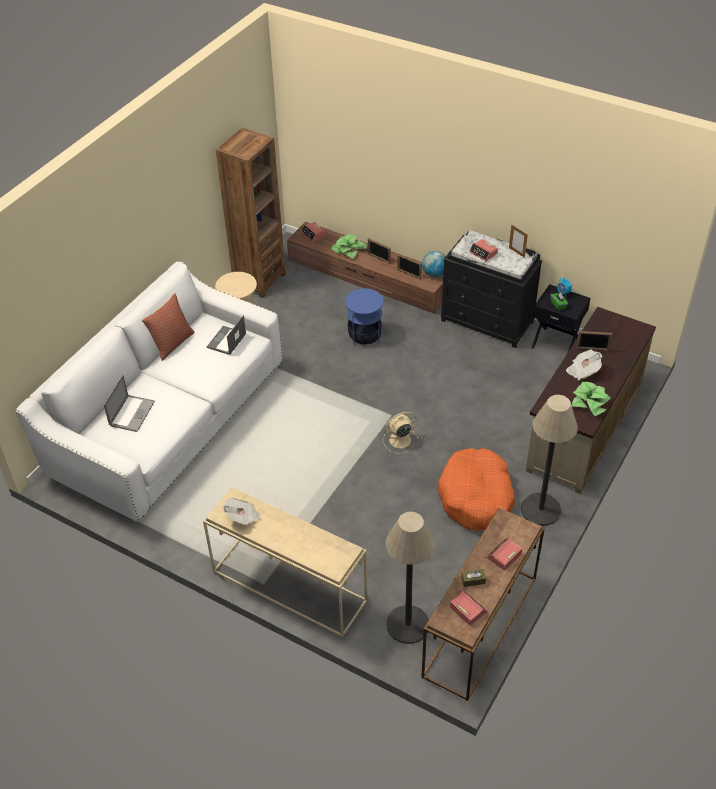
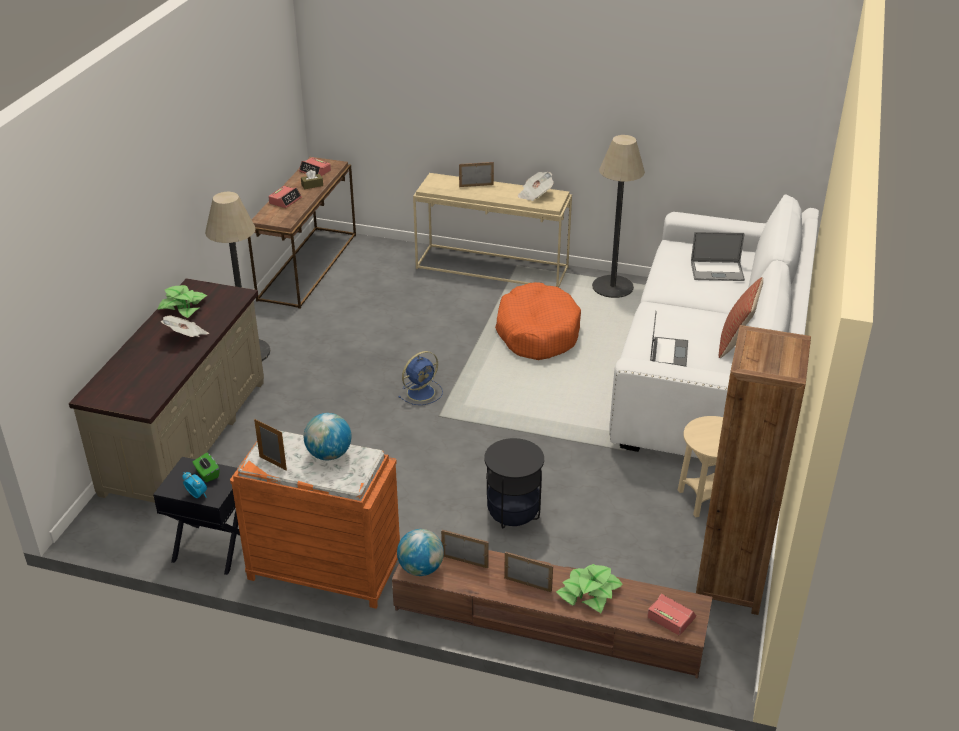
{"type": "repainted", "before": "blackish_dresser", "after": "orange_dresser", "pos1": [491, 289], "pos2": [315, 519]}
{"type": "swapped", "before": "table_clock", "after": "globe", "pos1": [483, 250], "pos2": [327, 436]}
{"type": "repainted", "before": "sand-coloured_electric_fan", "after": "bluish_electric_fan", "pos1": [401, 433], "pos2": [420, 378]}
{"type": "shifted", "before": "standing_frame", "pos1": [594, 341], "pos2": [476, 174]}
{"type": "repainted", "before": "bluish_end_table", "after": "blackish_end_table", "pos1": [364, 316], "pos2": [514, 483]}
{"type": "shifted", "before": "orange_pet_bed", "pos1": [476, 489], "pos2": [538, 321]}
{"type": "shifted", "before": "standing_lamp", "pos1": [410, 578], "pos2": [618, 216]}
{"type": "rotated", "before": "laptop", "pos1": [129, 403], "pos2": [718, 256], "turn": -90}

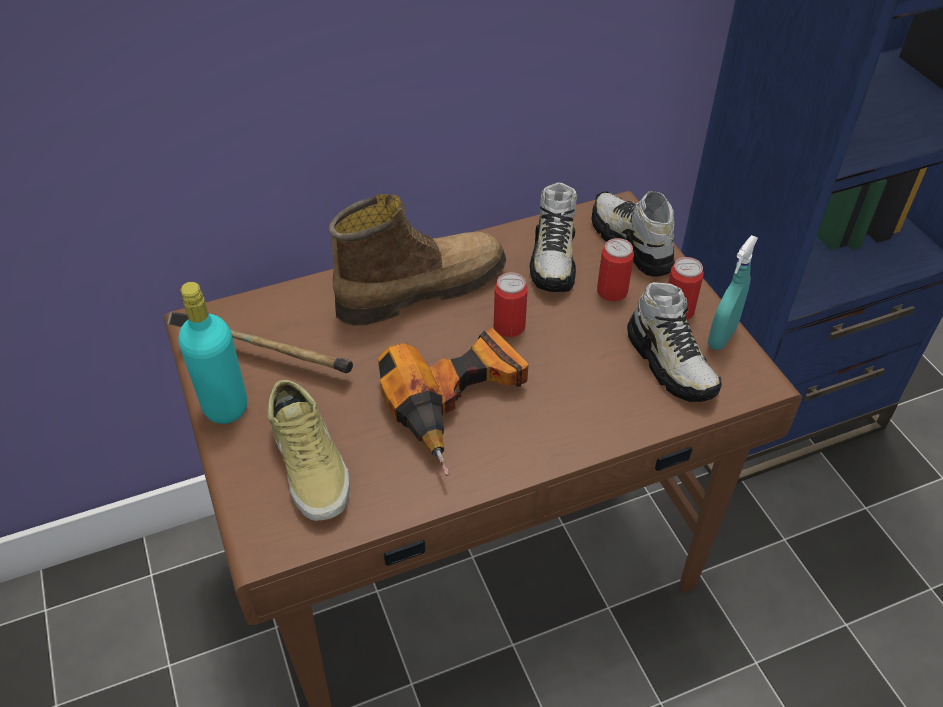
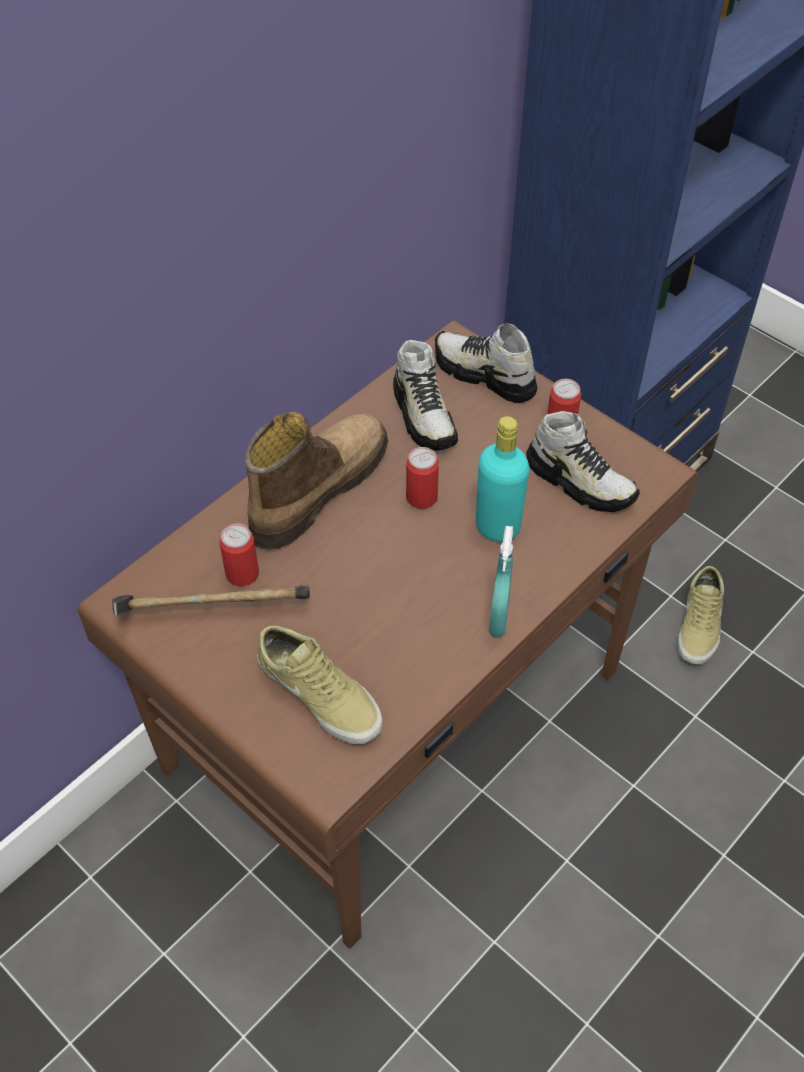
{"type": "shifted", "before": "sealed_can", "pos1": [615, 269], "pos2": [239, 554]}
{"type": "shifted", "before": "turquoise_drink_bottle", "pos1": [212, 353], "pos2": [502, 479]}
{"type": "shifted", "before": "turquoise_sprayer", "pos1": [733, 292], "pos2": [501, 581]}
{"type": "new", "after": "sand-coloured_shoe", "pos2": [701, 615]}
{"type": "gone", "before": "power_drill", "pos1": [453, 401]}

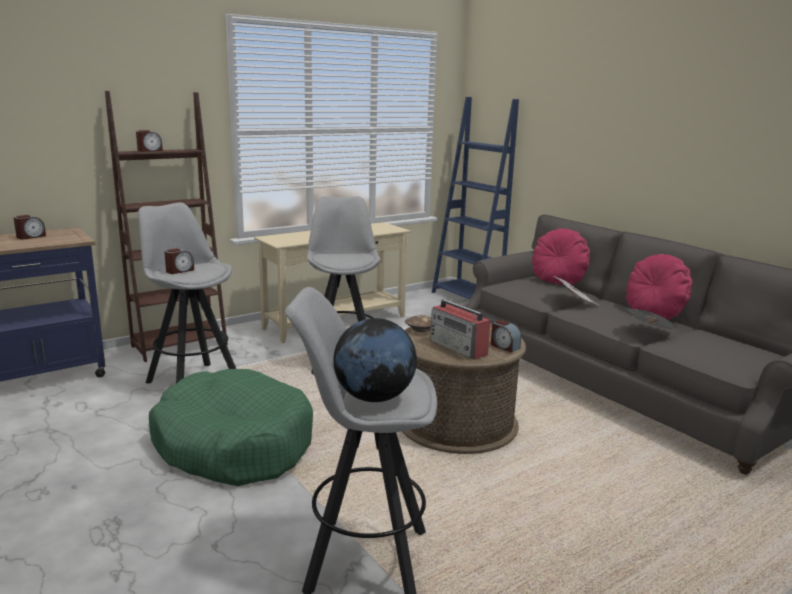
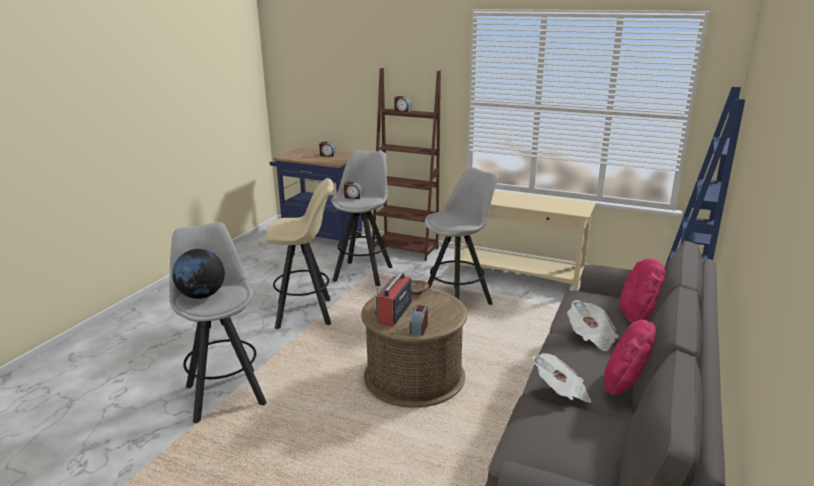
{"type": "swapped", "before": "green_pet_bed", "after": "sand-coloured_stool", "pos1": [231, 427], "pos2": [299, 253]}

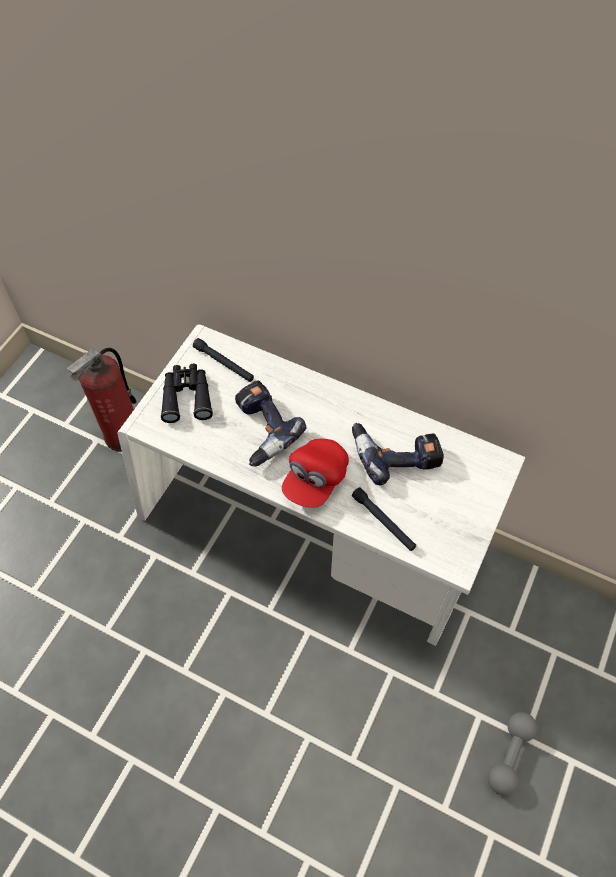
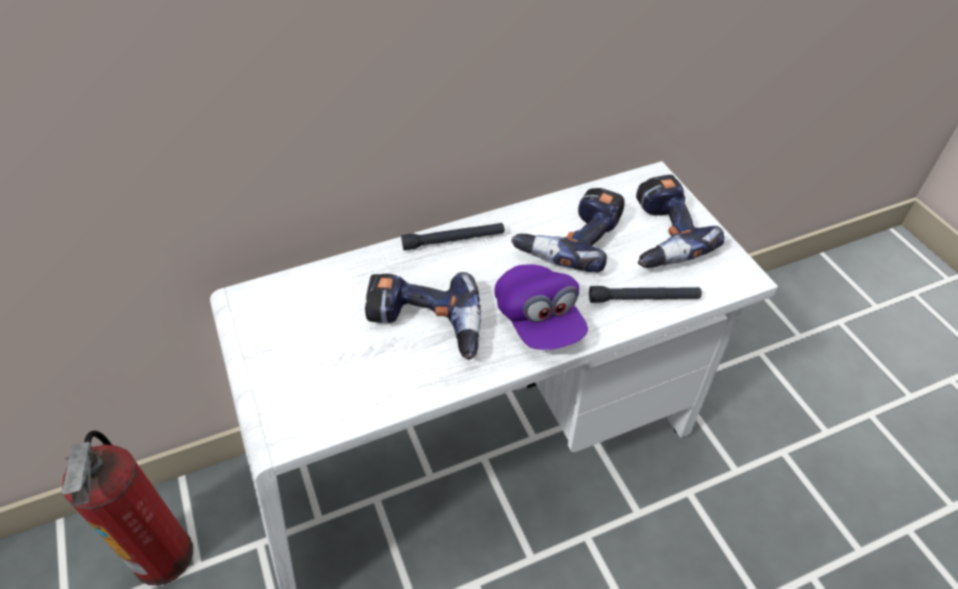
{"type": "shifted", "before": "blackish_torch", "pos1": [223, 360], "pos2": [452, 237]}
{"type": "repainted", "before": "red-coloured_baseball_cap", "after": "purplish_baseball_cap", "pos1": [315, 473], "pos2": [541, 307]}
{"type": "new", "after": "power_drill", "pos2": [680, 221]}
{"type": "gone", "before": "blackish_field_glasses", "pos1": [187, 393]}
{"type": "gone", "before": "grey_free_weight", "pos1": [512, 754]}

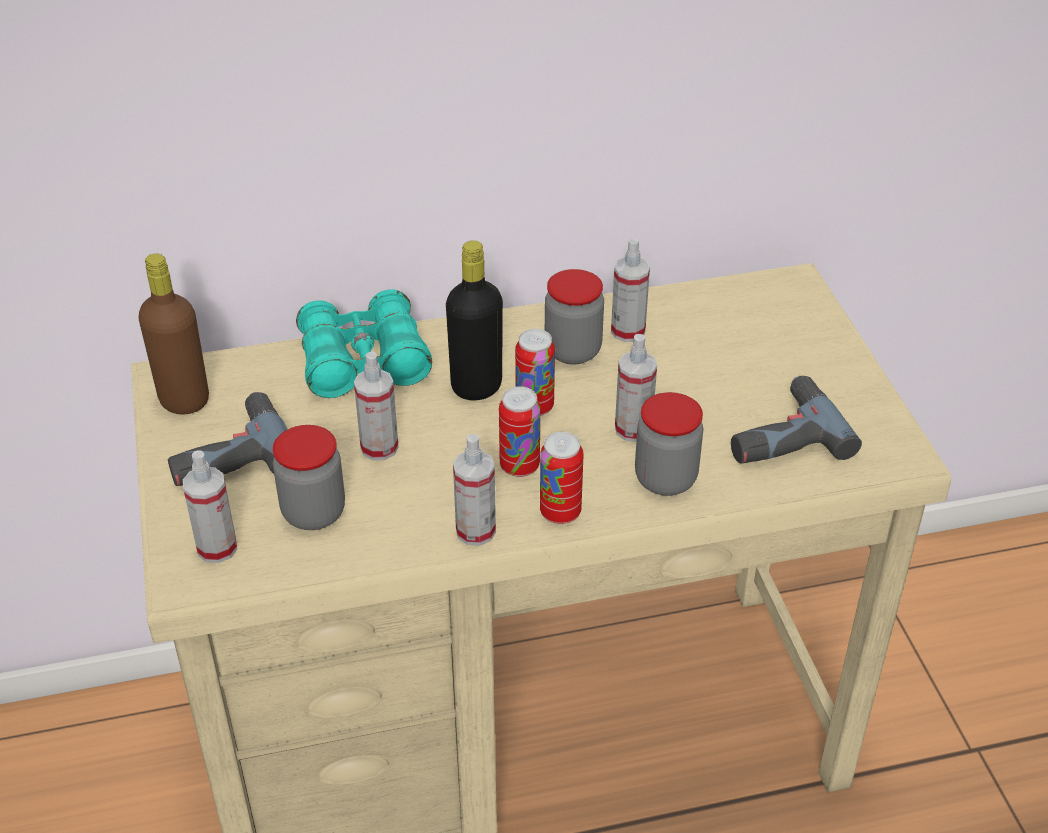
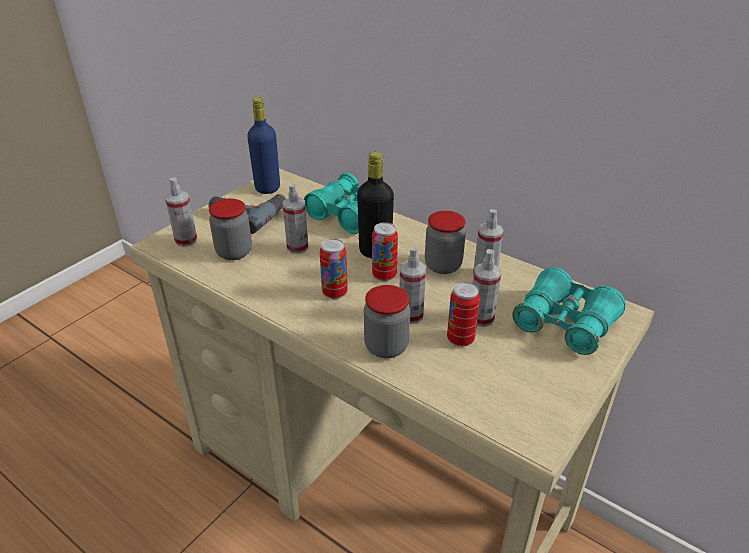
{"type": "repainted", "before": "brown_drink_bottle", "after": "bluish_drink_bottle", "pos1": [173, 334], "pos2": [263, 146]}
{"type": "shifted", "before": "sealed_can", "pos1": [562, 478], "pos2": [463, 314]}
{"type": "shifted", "before": "sprayer", "pos1": [474, 490], "pos2": [487, 288]}
{"type": "new", "after": "turquoise_field_glasses", "pos2": [569, 311]}
{"type": "gone", "before": "power_drill", "pos1": [796, 420]}

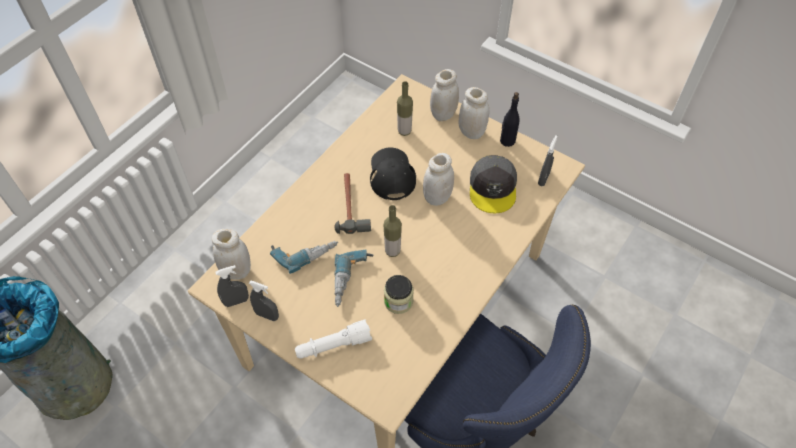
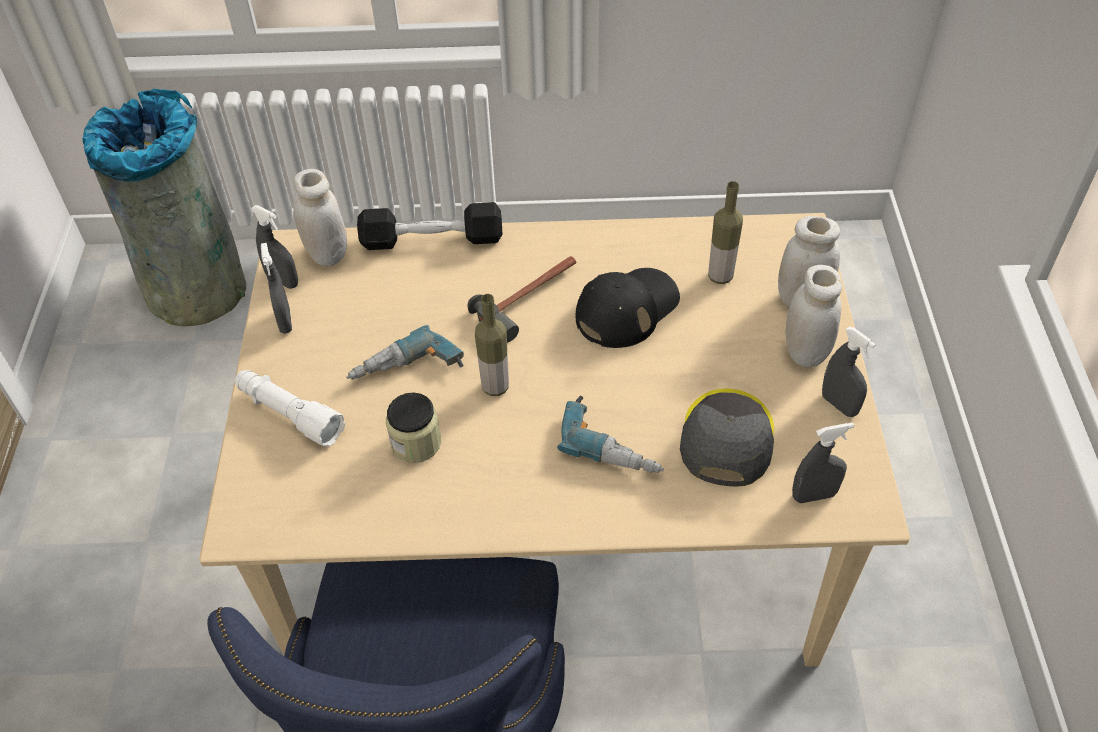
{"type": "new", "after": "blackish_free_weight", "pos2": [429, 226]}
{"type": "shifted", "before": "power_drill", "pos1": [304, 257], "pos2": [610, 434]}
{"type": "rotated", "before": "grey_baseball_cap", "pos1": [493, 184], "pos2": [727, 437], "turn": 135}
{"type": "swapped", "before": "blackish_drink_bottle", "after": "grey_sprayer", "pos1": [510, 119], "pos2": [849, 372]}
{"type": "gone", "before": "white_preserve_jar", "pos1": [438, 179]}

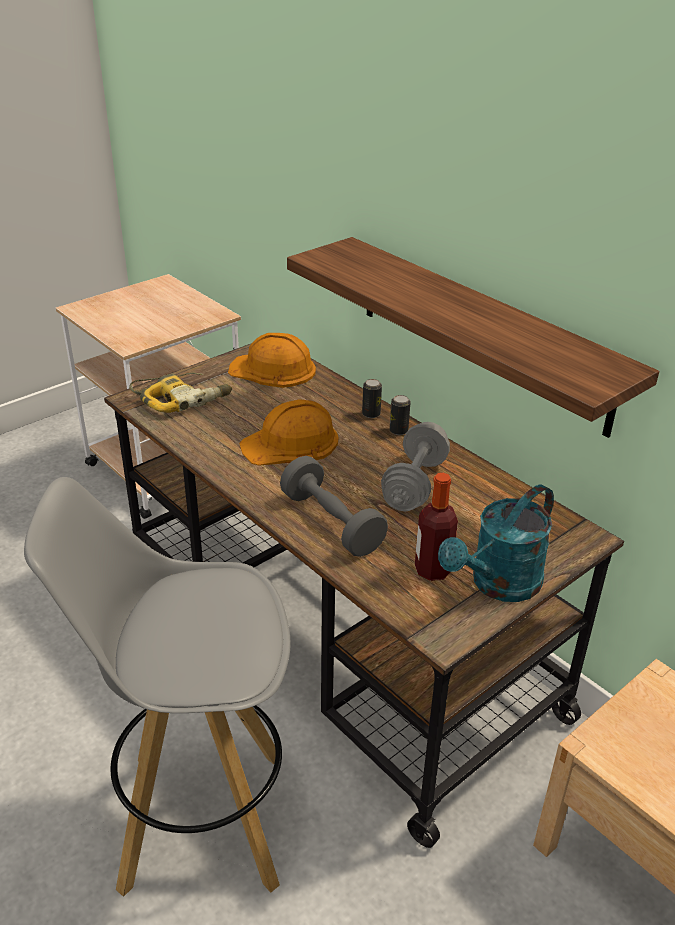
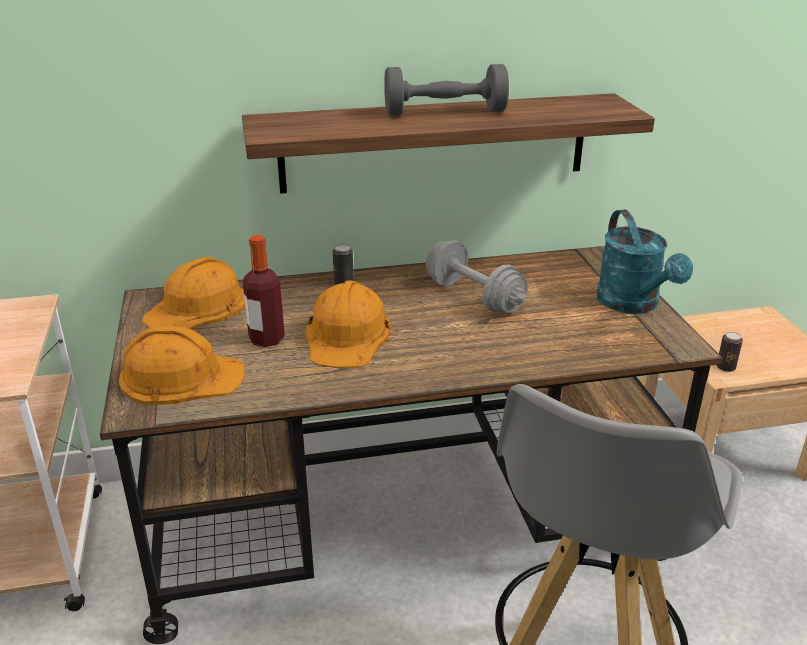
{"type": "swapped", "before": "power_drill", "after": "orange_safety_helmet", "pos1": [180, 393], "pos2": [182, 365]}
{"type": "shifted", "before": "drink_bottle", "pos1": [436, 527], "pos2": [264, 291]}
{"type": "shifted", "before": "grey_free_weight", "pos1": [334, 506], "pos2": [446, 90]}
{"type": "shifted", "before": "sealed_can", "pos1": [400, 415], "pos2": [730, 352]}

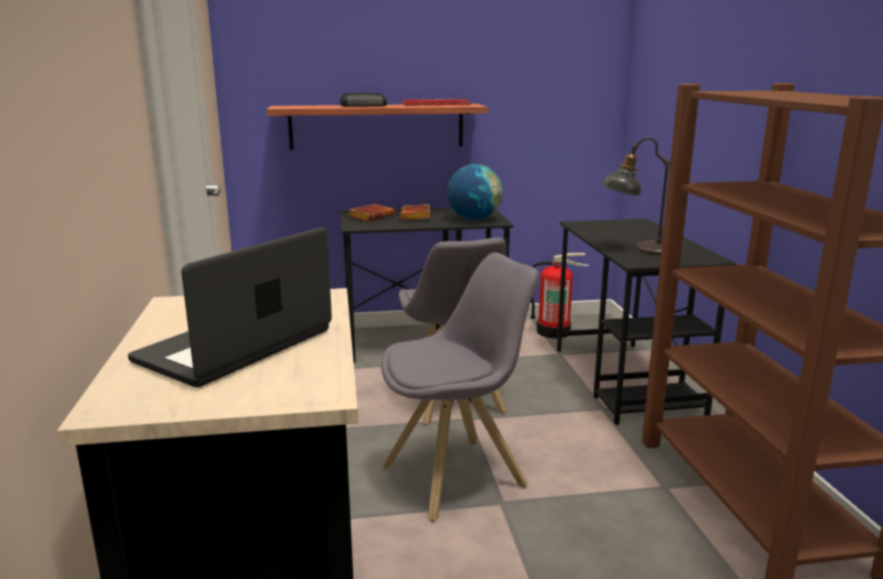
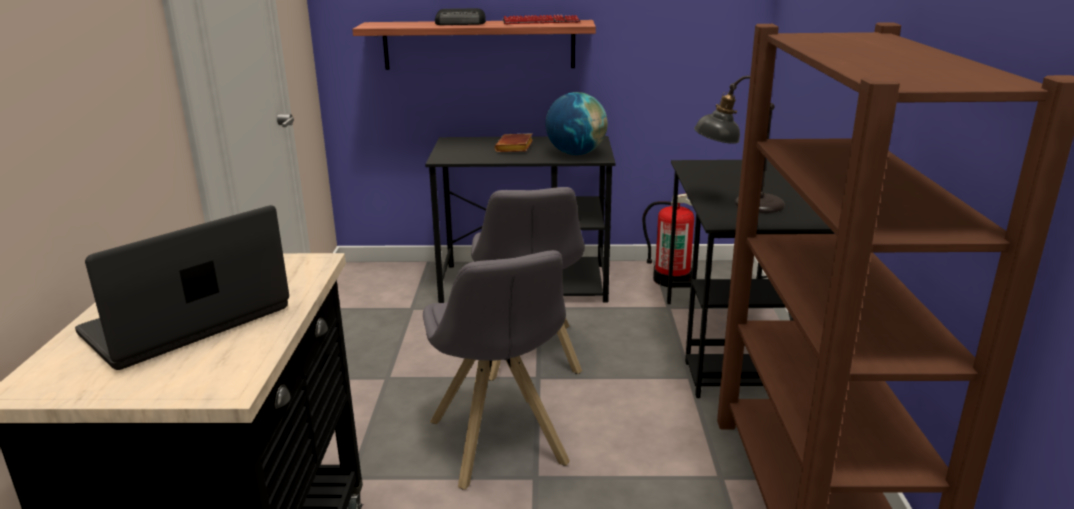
{"type": "rotated", "before": "grey_plain_chair", "pos1": [460, 387], "pos2": [496, 370], "turn": 90}
{"type": "gone", "before": "brown_bound_book", "pos1": [371, 212]}

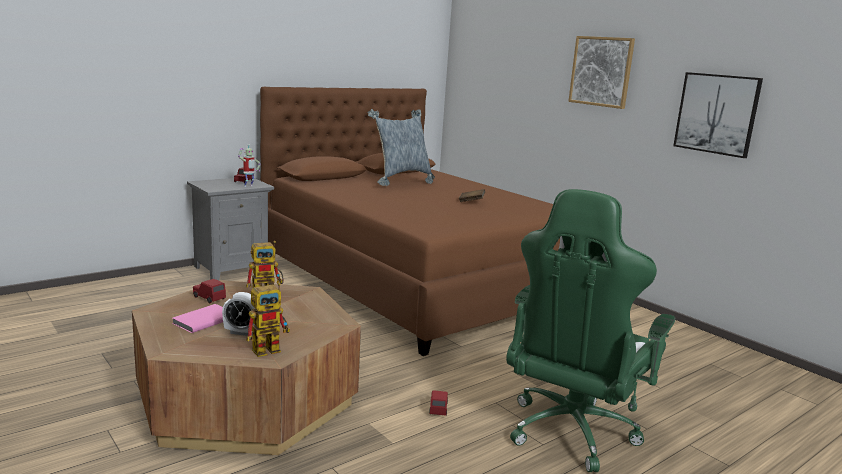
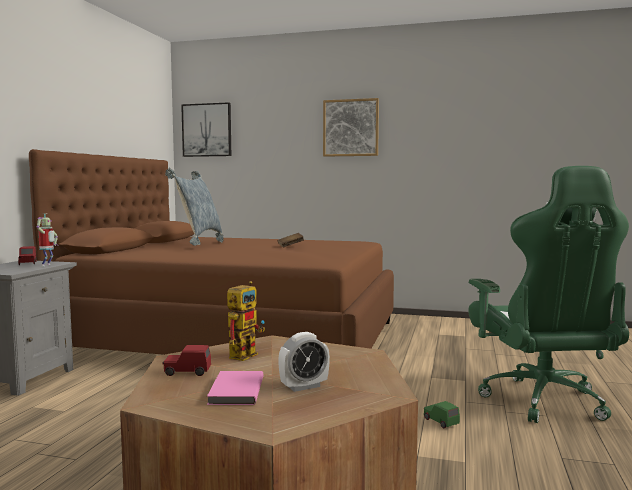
{"type": "shifted", "before": "picture", "pos1": [718, 115], "pos2": [206, 129]}
{"type": "repainted", "before": "red-coloured_toy_car", "after": "green_toy_car", "pos1": [438, 403], "pos2": [442, 414]}
{"type": "gone", "before": "robot_figure", "pos1": [268, 319]}

